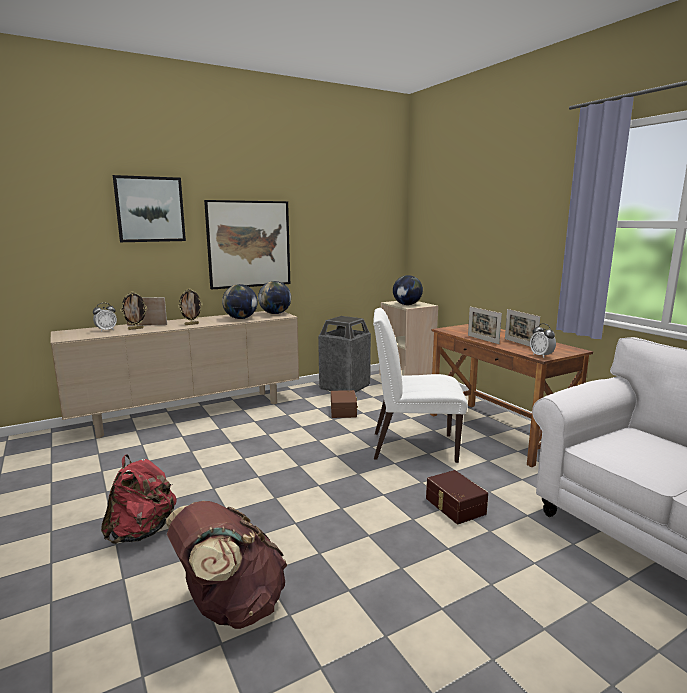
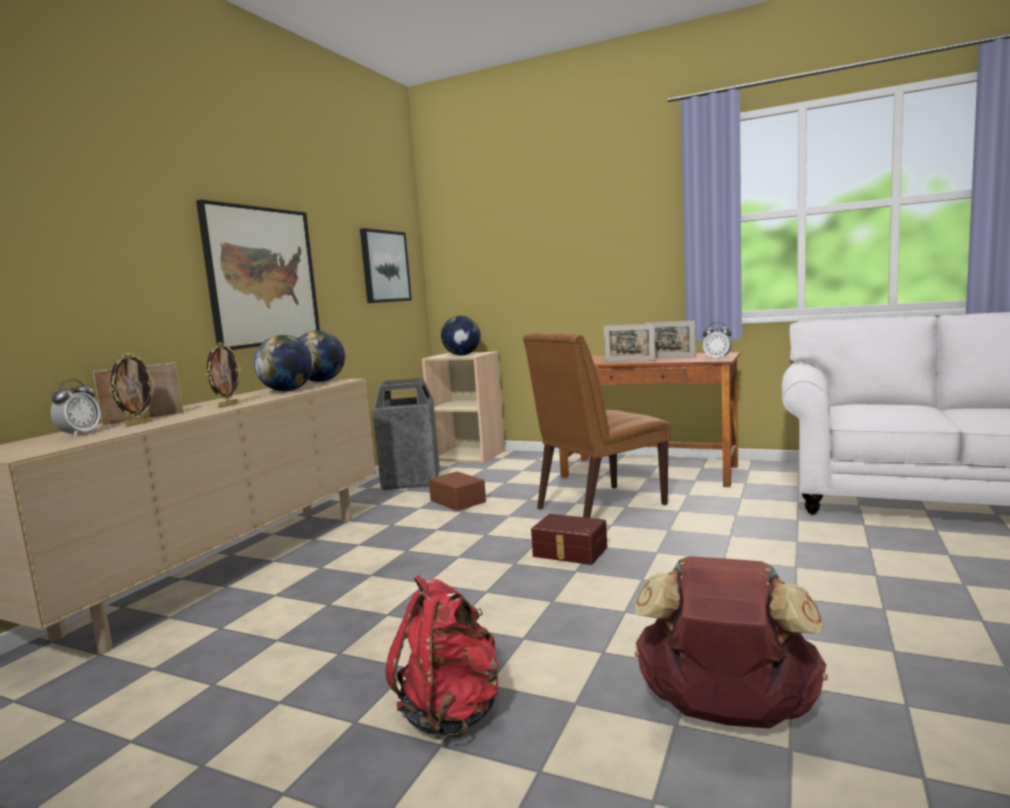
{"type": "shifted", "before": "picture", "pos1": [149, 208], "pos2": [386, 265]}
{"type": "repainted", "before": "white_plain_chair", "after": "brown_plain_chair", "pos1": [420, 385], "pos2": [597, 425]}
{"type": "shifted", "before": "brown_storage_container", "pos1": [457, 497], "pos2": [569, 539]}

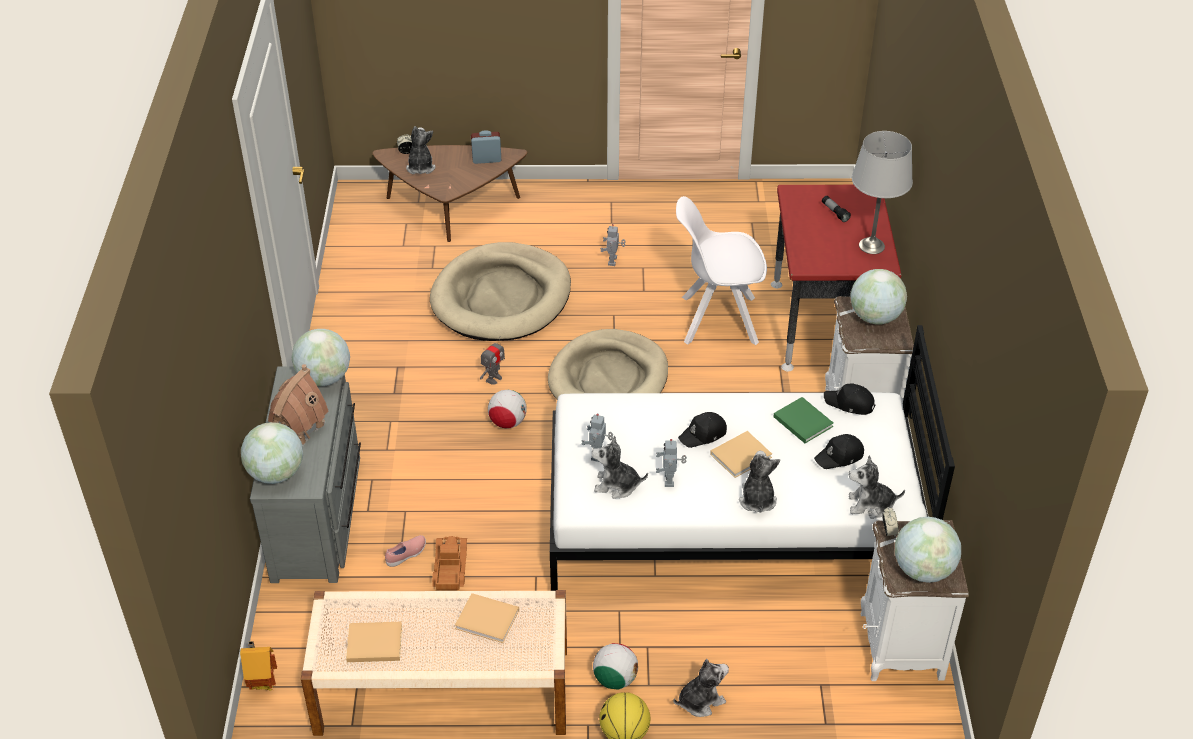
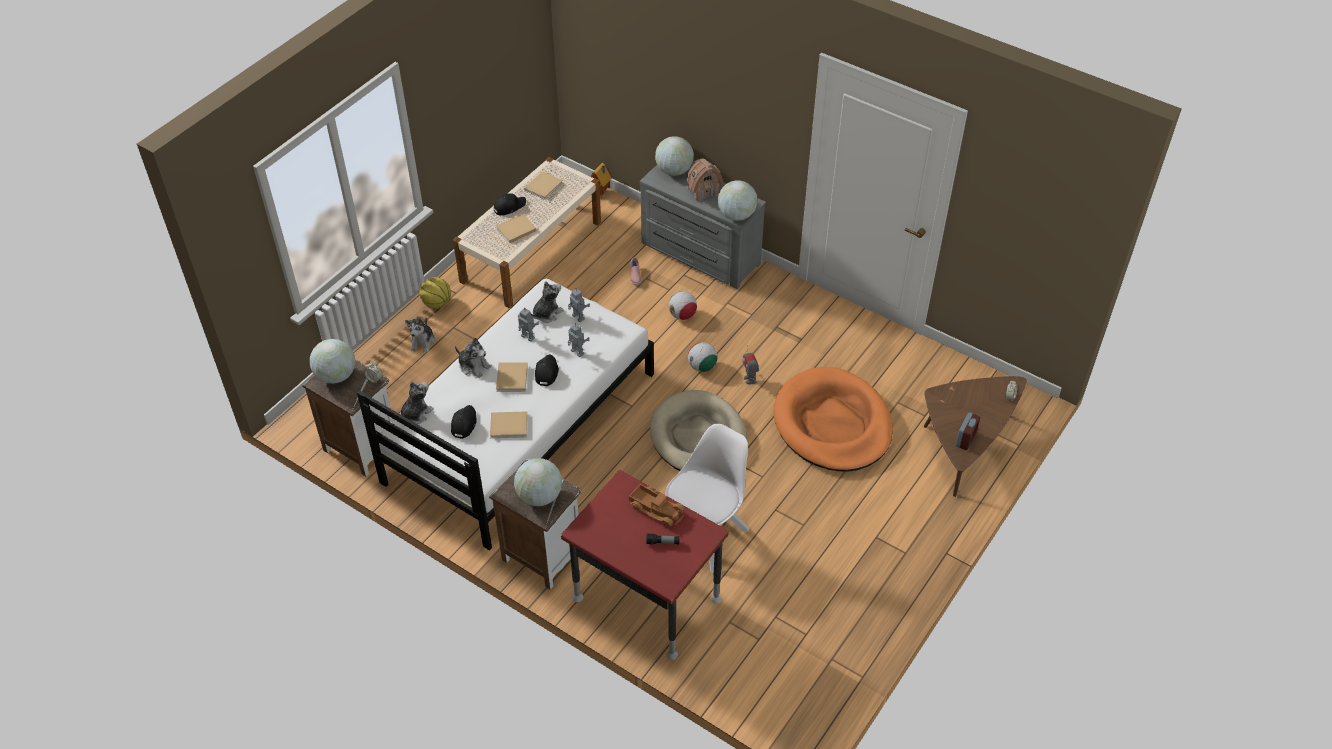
{"type": "repainted", "before": "green_bound_book", "after": "sand-coloured_bound_book", "pos1": [803, 420], "pos2": [508, 424]}
{"type": "shifted", "before": "blackish_baseball_cap", "pos1": [850, 399], "pos2": [510, 204]}
{"type": "shifted", "before": "robot_figure", "pos1": [613, 245], "pos2": [578, 340]}
{"type": "shifted", "before": "toy_lorry", "pos1": [449, 563], "pos2": [657, 505]}
{"type": "shifted", "before": "football_ball", "pos1": [615, 666], "pos2": [683, 305]}
{"type": "repainted", "before": "sand-coloured_pet_bed", "after": "orange_pet_bed", "pos1": [500, 291], "pos2": [833, 419]}
{"type": "gone", "before": "cuddly_toy", "pos1": [421, 150]}
{"type": "gone", "before": "grey_tabletop_lamp", "pos1": [882, 192]}

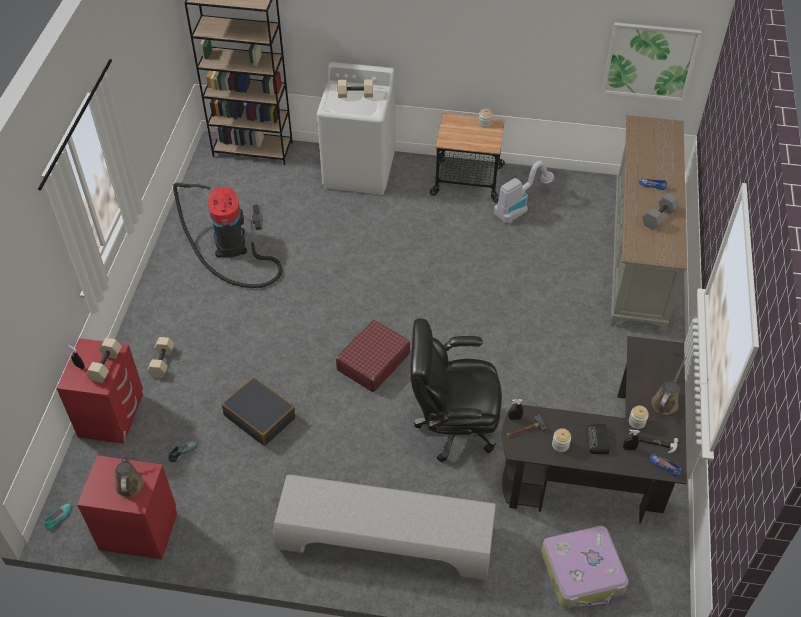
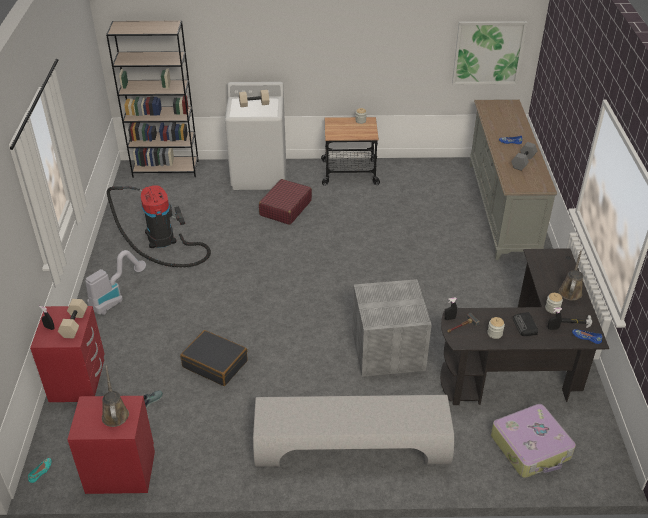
{"type": "shifted", "before": "hoover", "pos1": [524, 192], "pos2": [115, 282]}
{"type": "shifted", "before": "red-coloured_piece_of_luggage", "pos1": [373, 356], "pos2": [285, 202]}
{"type": "swapped", "before": "blackish_desk_chair", "after": "grey_storage_container", "pos1": [456, 390], "pos2": [392, 328]}
{"type": "gone", "before": "sand-coloured_free_weight", "pos1": [161, 357]}

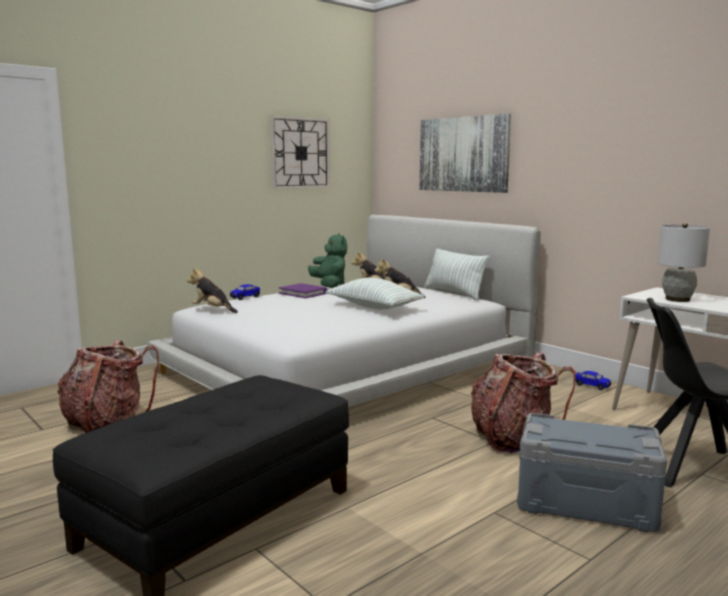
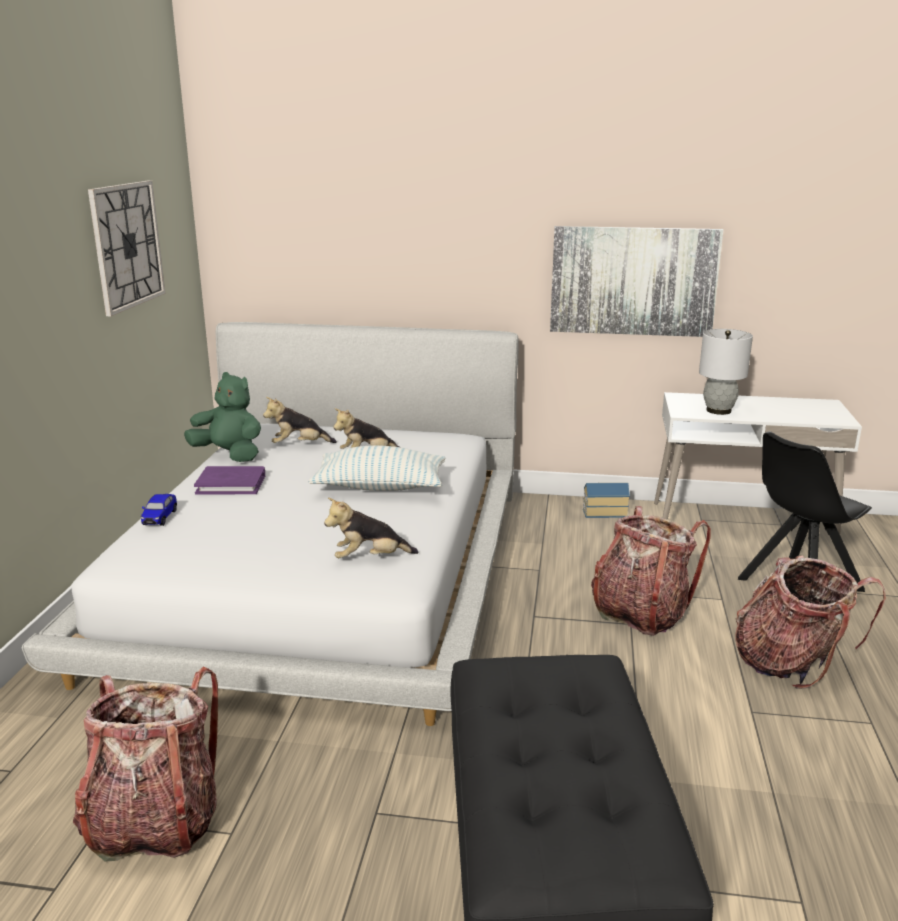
{"type": "shifted", "before": "cuddly_toy", "pos1": [212, 290], "pos2": [371, 528]}
{"type": "shifted", "before": "picture", "pos1": [465, 153], "pos2": [636, 281]}
{"type": "swapped", "before": "toy_car", "after": "miniature_house", "pos1": [593, 380], "pos2": [606, 500]}
{"type": "swapped", "before": "grey_storage_container", "after": "rucksack", "pos1": [592, 472], "pos2": [810, 621]}
{"type": "gone", "before": "pillow", "pos1": [457, 274]}

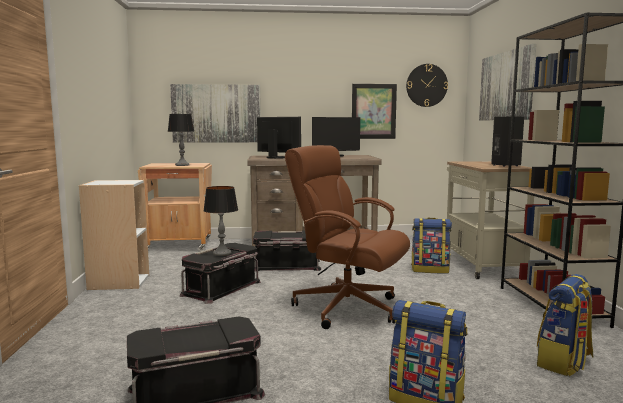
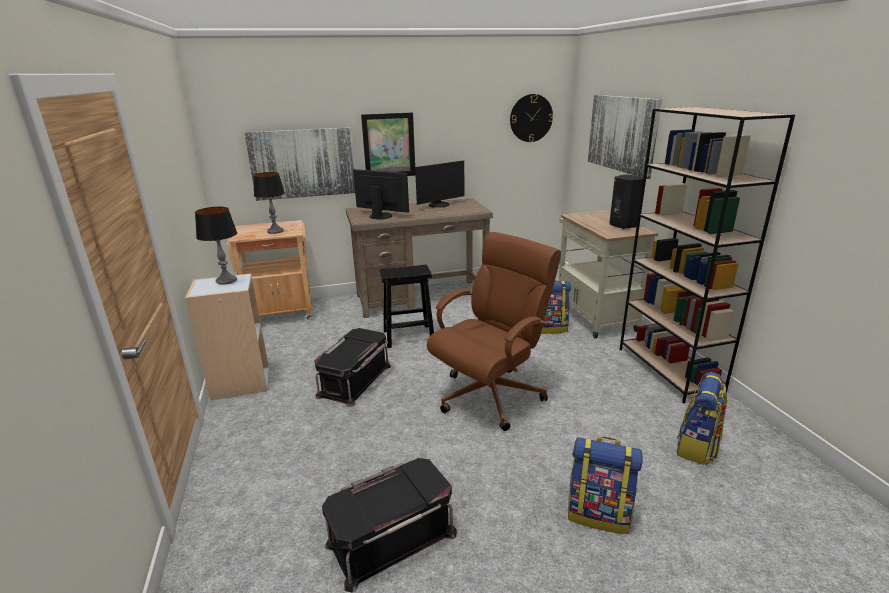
{"type": "shifted", "before": "tabletop_lamp", "pos1": [220, 221], "pos2": [216, 246]}
{"type": "shifted", "before": "picture", "pos1": [374, 111], "pos2": [388, 144]}
{"type": "swapped", "before": "blackish_storage_container", "after": "blackish_stool", "pos1": [287, 251], "pos2": [406, 306]}
{"type": "rotated", "before": "brown_desk_chair", "pos1": [347, 237], "pos2": [494, 331], "turn": 120}

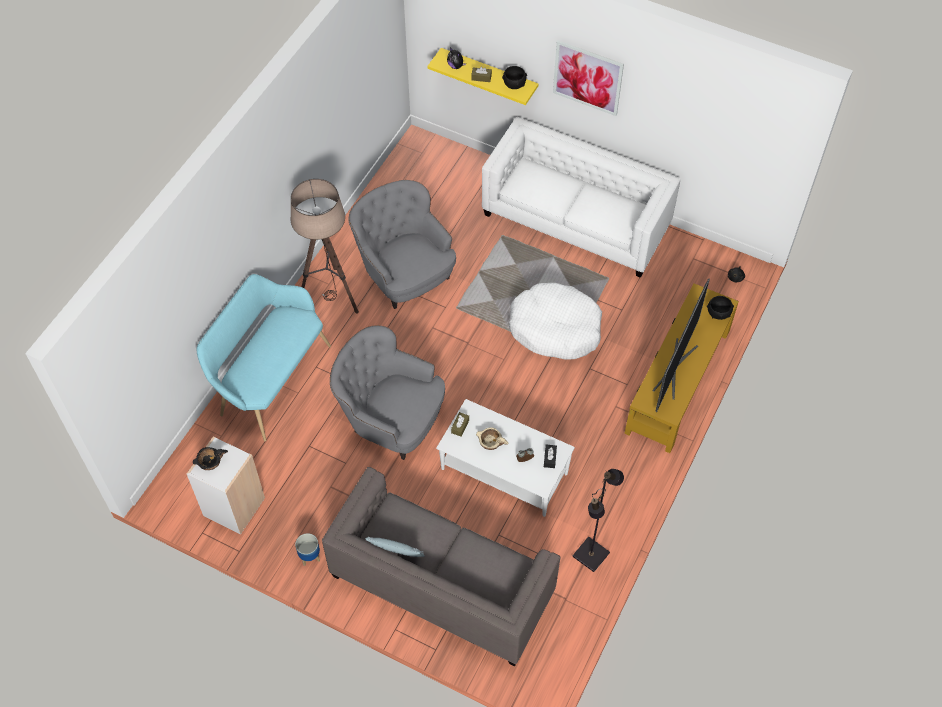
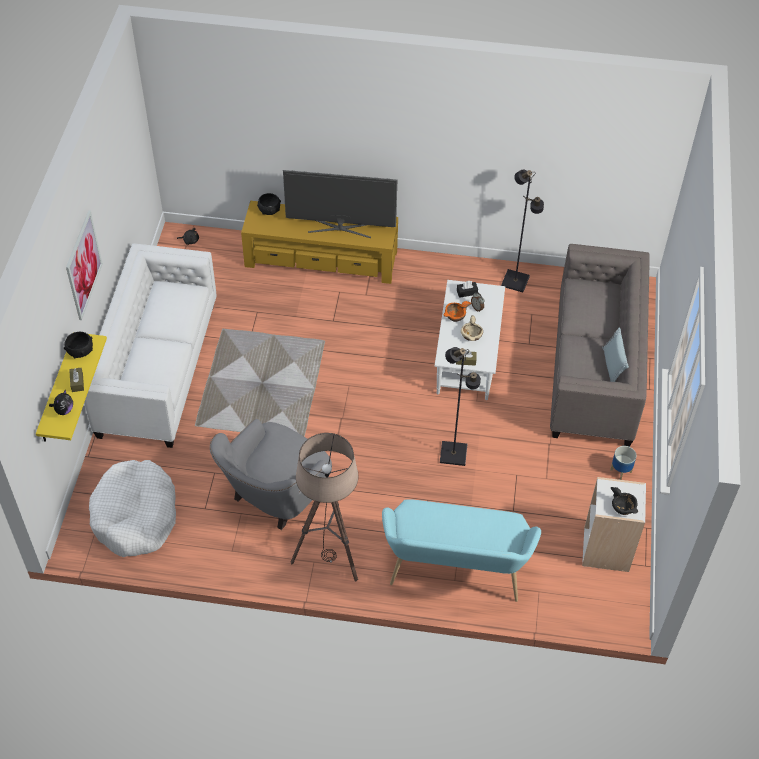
{"type": "shifted", "before": "white_pet_bed", "pos1": [555, 321], "pos2": [132, 508]}
{"type": "swapped", "before": "grey_easy_chair", "after": "blackish_standing_lamp", "pos1": [387, 392], "pos2": [460, 406]}
{"type": "new", "after": "orange_serving_bowl", "pos2": [458, 311]}

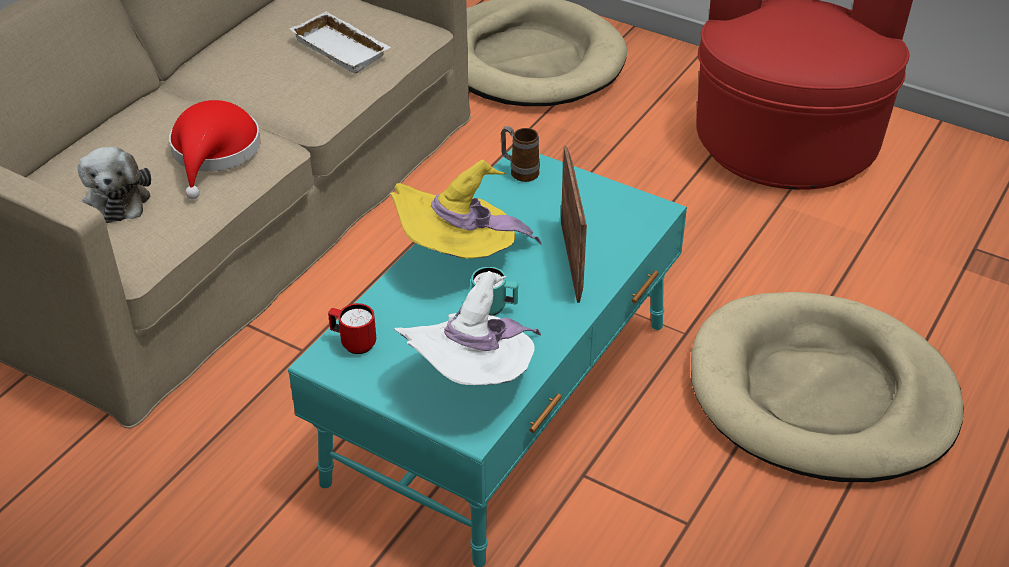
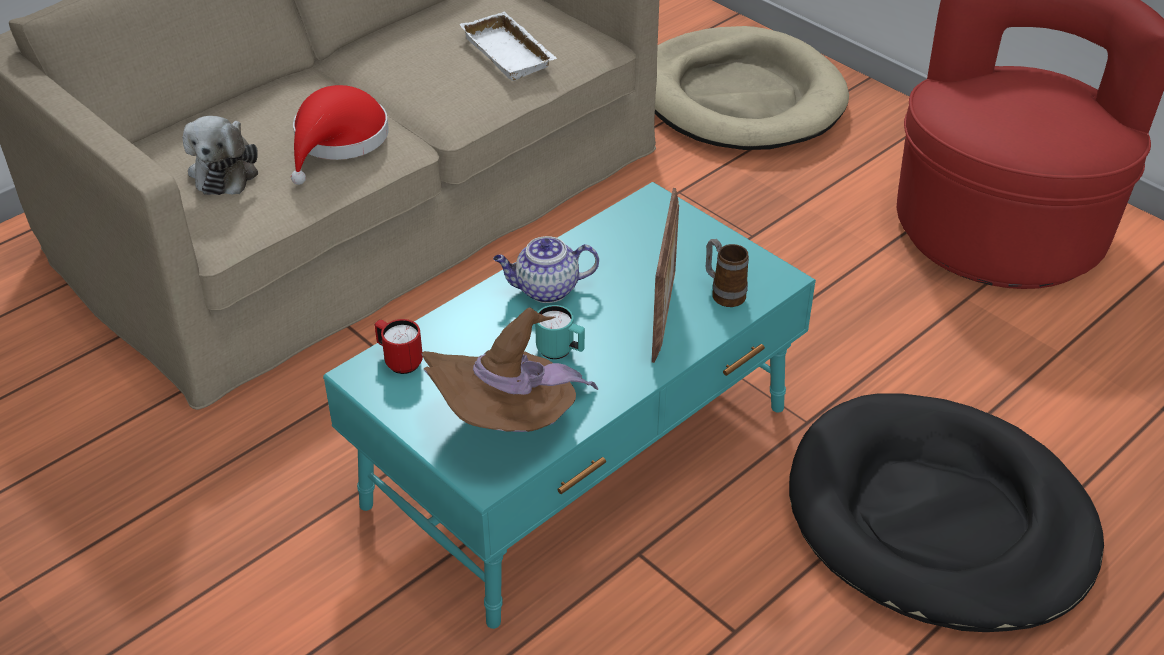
{"type": "repainted", "before": "white_hat", "after": "brown_hat", "pos1": [467, 328], "pos2": [510, 369]}
{"type": "swapped", "before": "yellowish_hat", "after": "tea_pot", "pos1": [466, 209], "pos2": [546, 269]}
{"type": "shifted", "before": "tea_mug", "pos1": [520, 154], "pos2": [727, 273]}
{"type": "repainted", "before": "sand-coloured_pet_bed", "after": "blackish_pet_bed", "pos1": [827, 387], "pos2": [946, 512]}

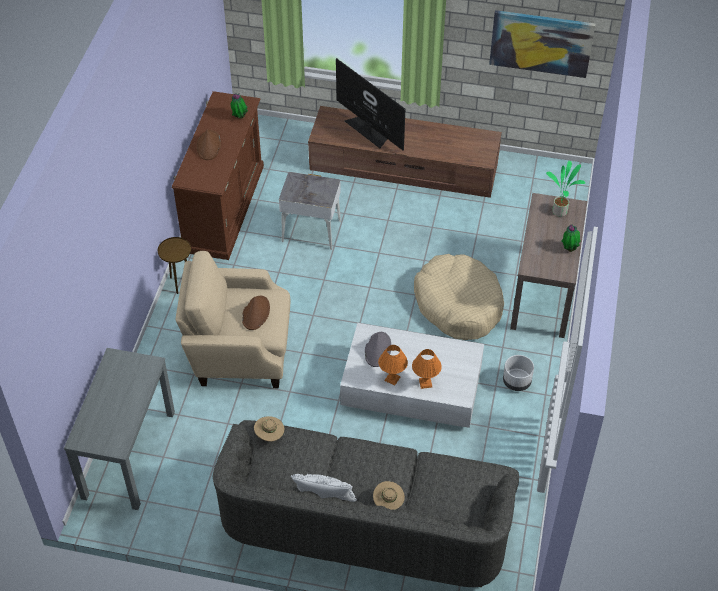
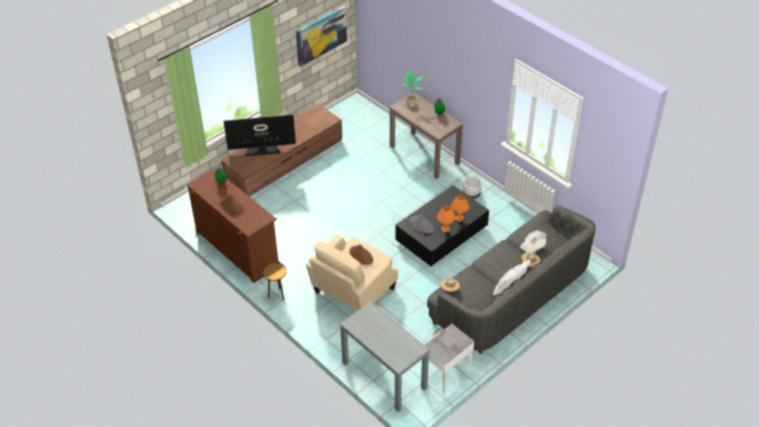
{"type": "repainted", "before": "white_lounge_table", "after": "blackish_lounge_table", "pos1": [412, 375], "pos2": [442, 225]}
{"type": "shifted", "before": "end_table", "pos1": [310, 211], "pos2": [449, 359]}
{"type": "new", "after": "newspaper", "pos2": [533, 241]}
{"type": "gone", "before": "sand-coloured_pet_bed", "pos1": [459, 297]}

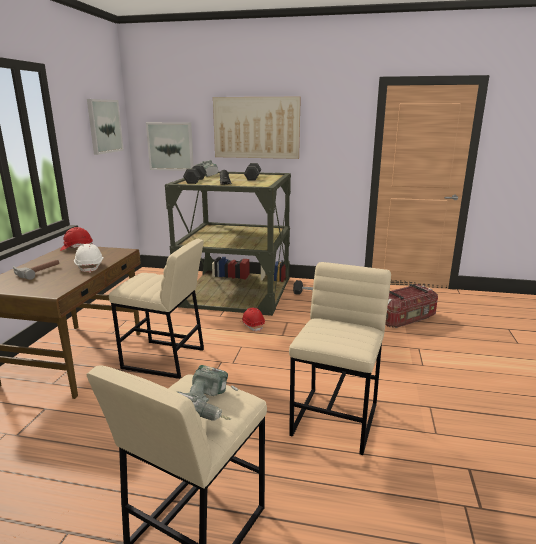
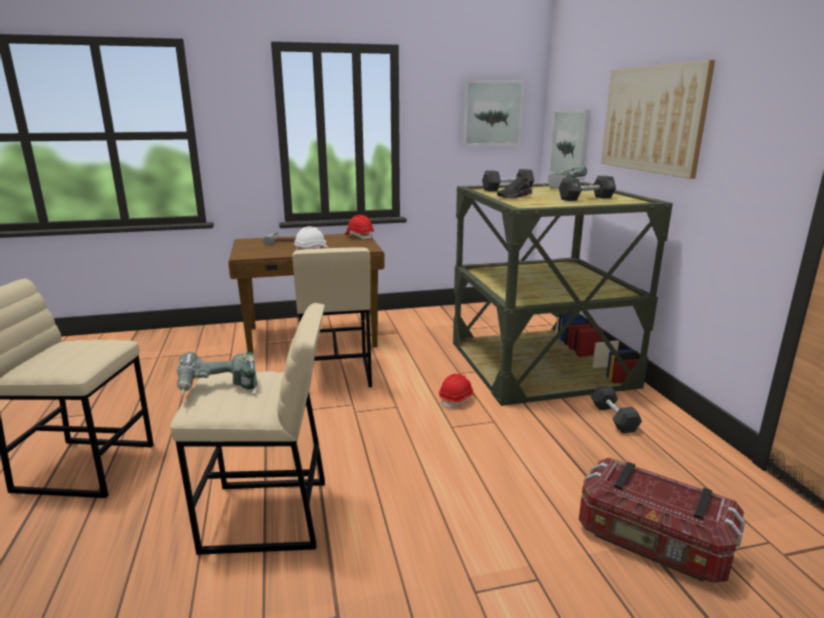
{"type": "shifted", "before": "power_drill", "pos1": [207, 393], "pos2": [217, 374]}

